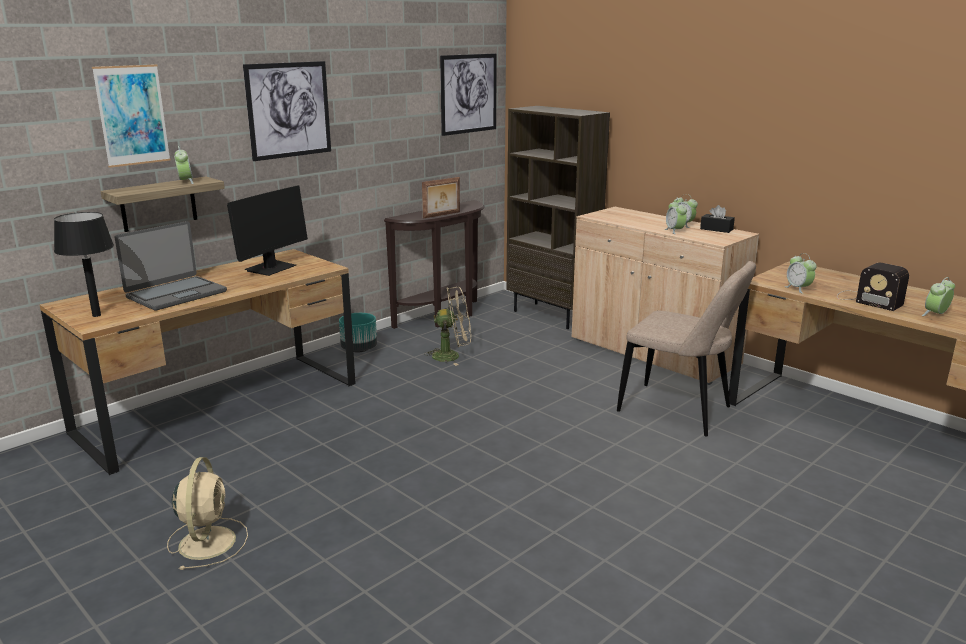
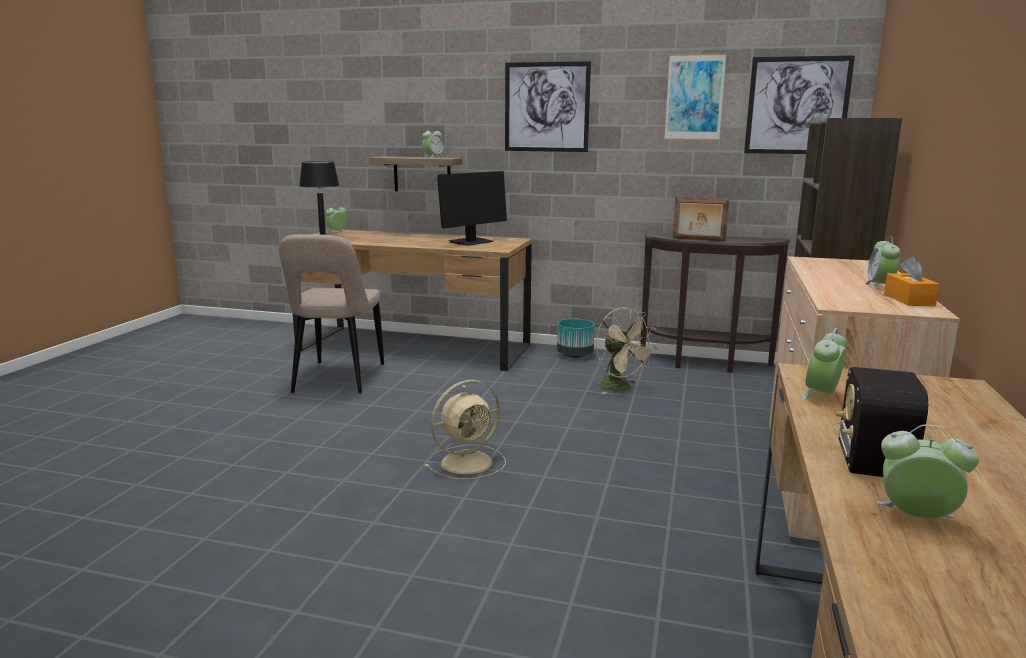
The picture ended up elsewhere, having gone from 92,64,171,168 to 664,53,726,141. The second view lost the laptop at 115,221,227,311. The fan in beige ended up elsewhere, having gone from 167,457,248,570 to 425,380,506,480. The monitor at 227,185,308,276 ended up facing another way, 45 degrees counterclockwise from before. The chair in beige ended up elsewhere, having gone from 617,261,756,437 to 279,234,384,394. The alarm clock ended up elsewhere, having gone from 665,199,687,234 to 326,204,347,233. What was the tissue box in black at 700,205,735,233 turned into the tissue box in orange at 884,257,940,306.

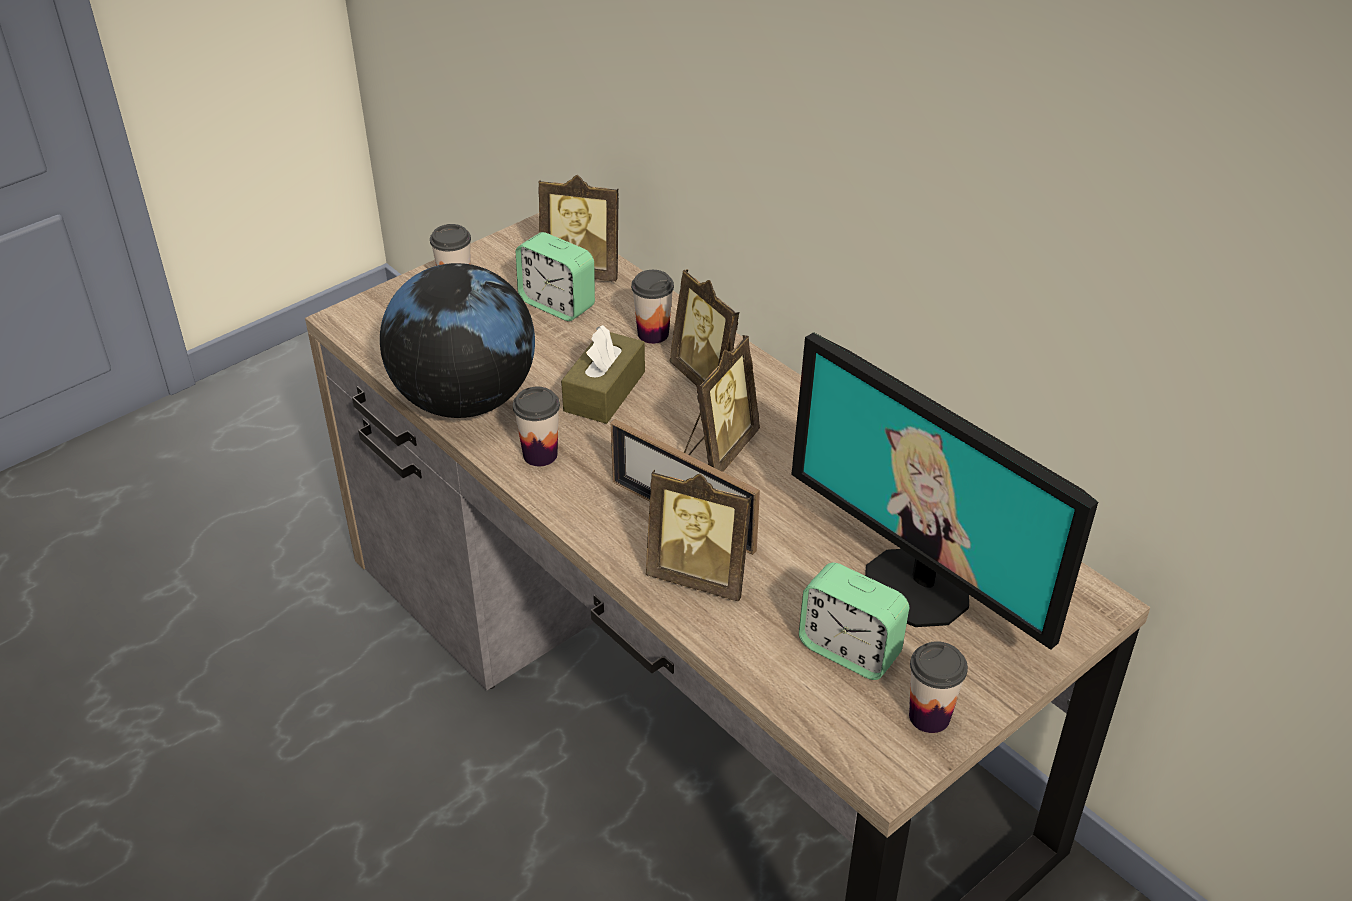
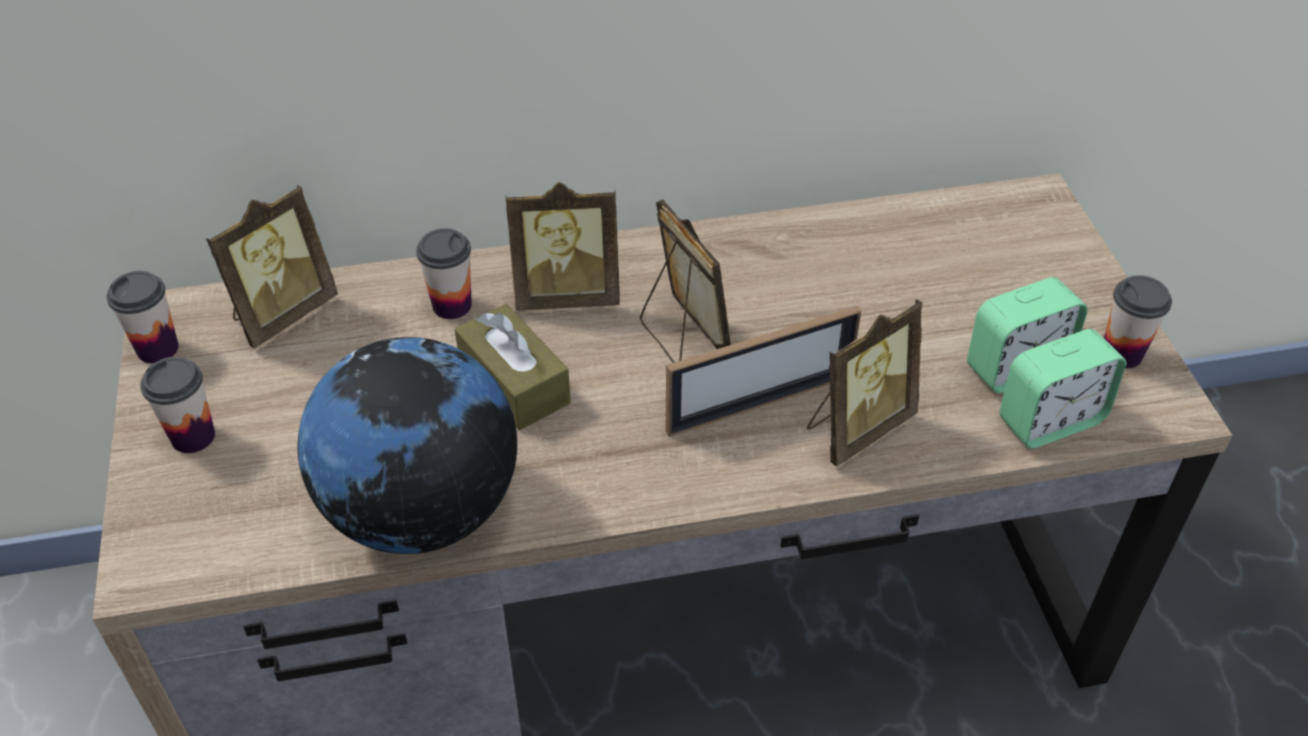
The cup ended up elsewhere, having gone from 513,387,560,466 to 107,271,179,364. The alarm clock ended up elsewhere, having gone from 516,232,595,321 to 999,329,1127,449. The second view lost the monitor at 791,332,1098,650.

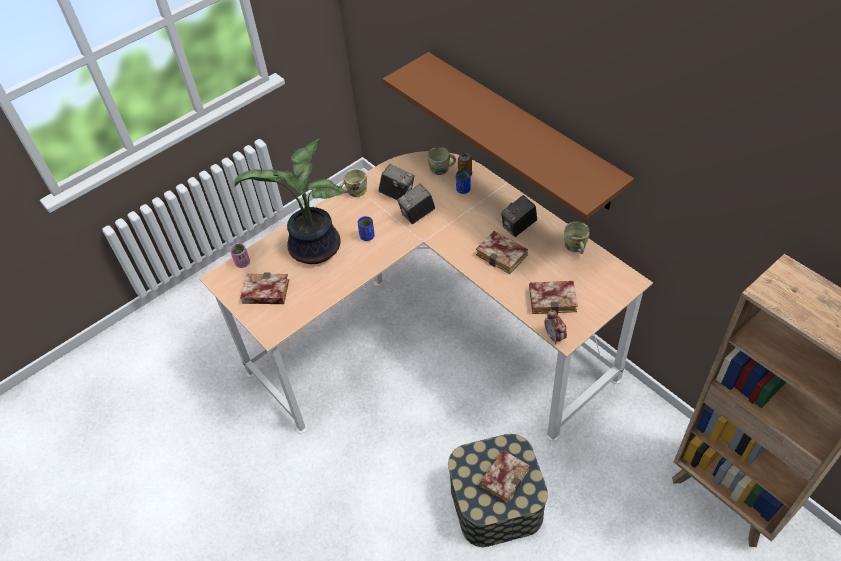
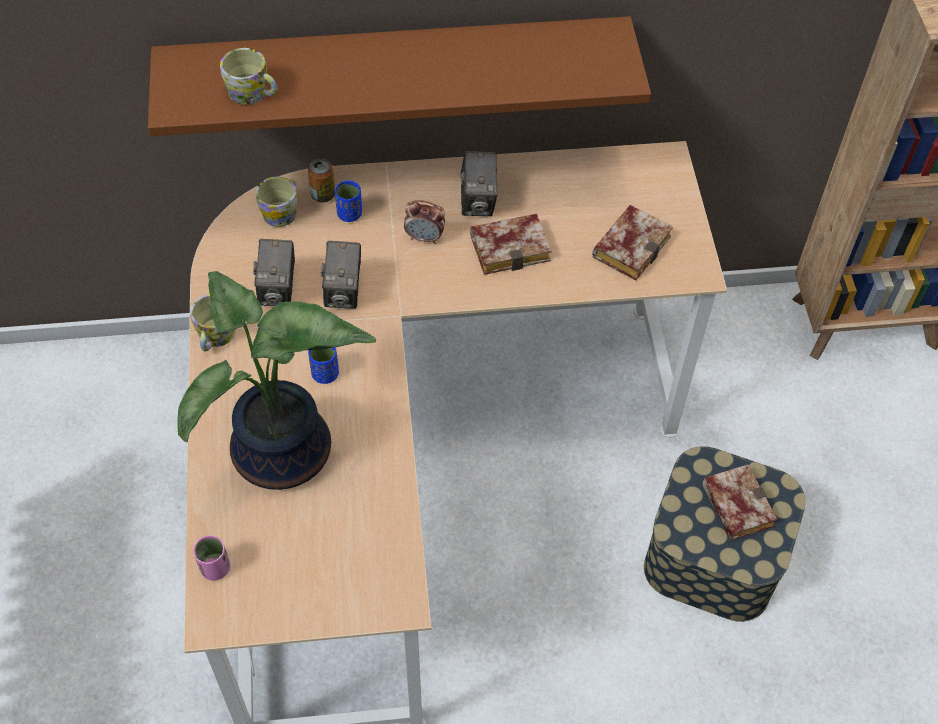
The second view lost the book at 240,272,289,304. The photo camera at 379,164,415,200 ended up facing another way, 120 degrees clockwise from before. The alarm clock ended up elsewhere, having gone from 545,310,567,344 to 404,200,445,244. The mug ended up elsewhere, having gone from 564,221,590,254 to 220,48,277,105.

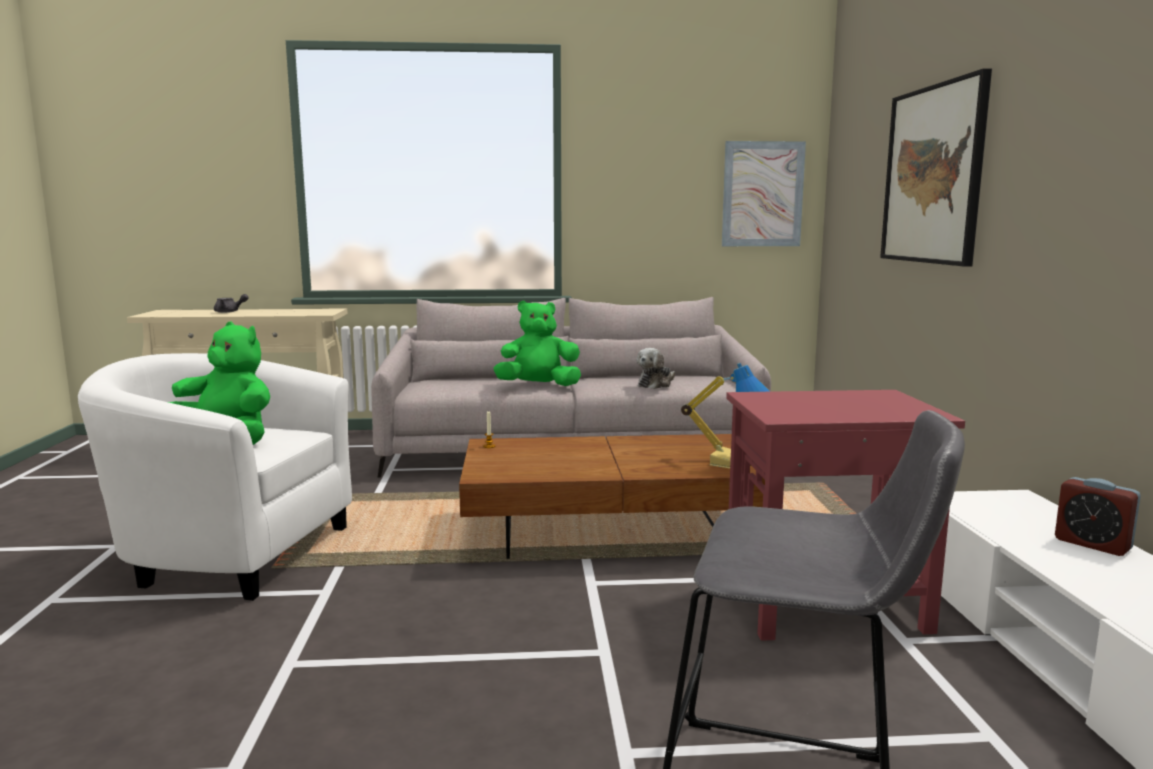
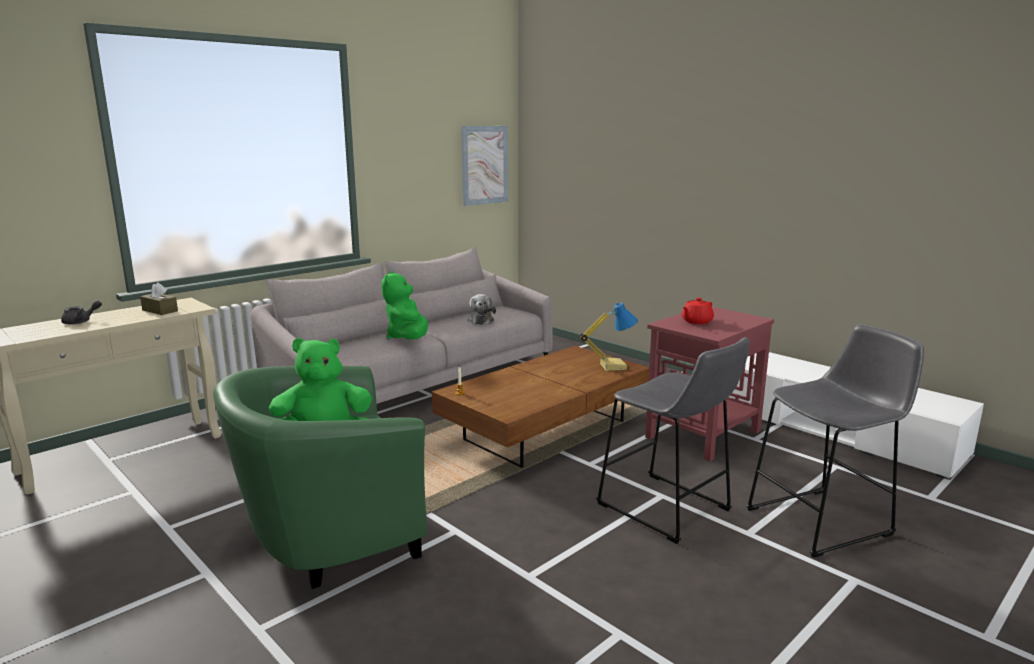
What was the armchair in white at 78,353,352,601 turned into the armchair in green at 213,366,427,589. The plush toy in green at 493,301,581,386 ended up facing another way, 45 degrees counterclockwise from before. The second view lost the picture at 880,69,992,266. The second view lost the alarm clock at 1055,477,1141,556. The second view gained the tissue box in brown at 140,282,178,315. The second view gained the stool in grey at 596,337,750,544. The second view gained the teapot in red at 682,298,714,324.

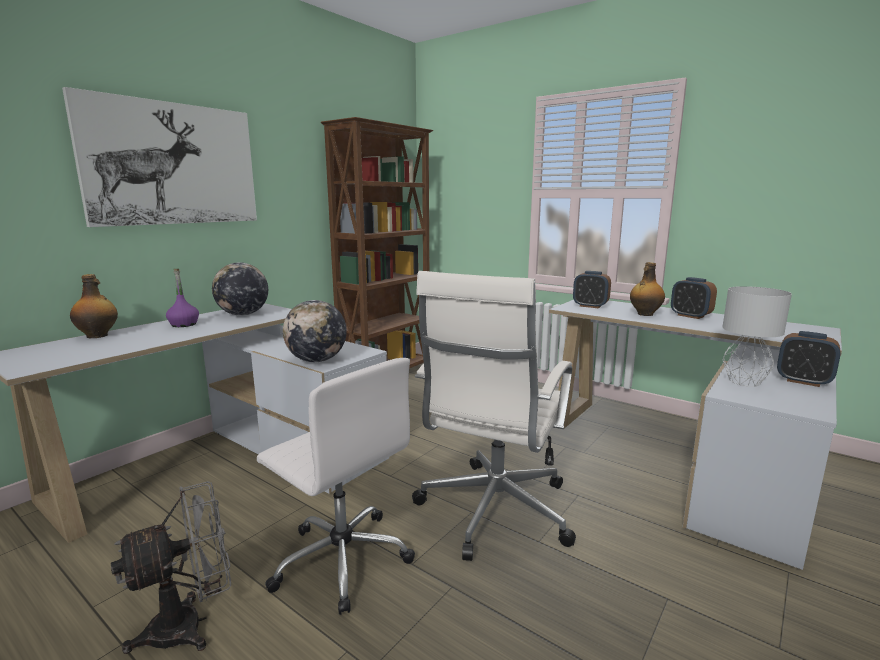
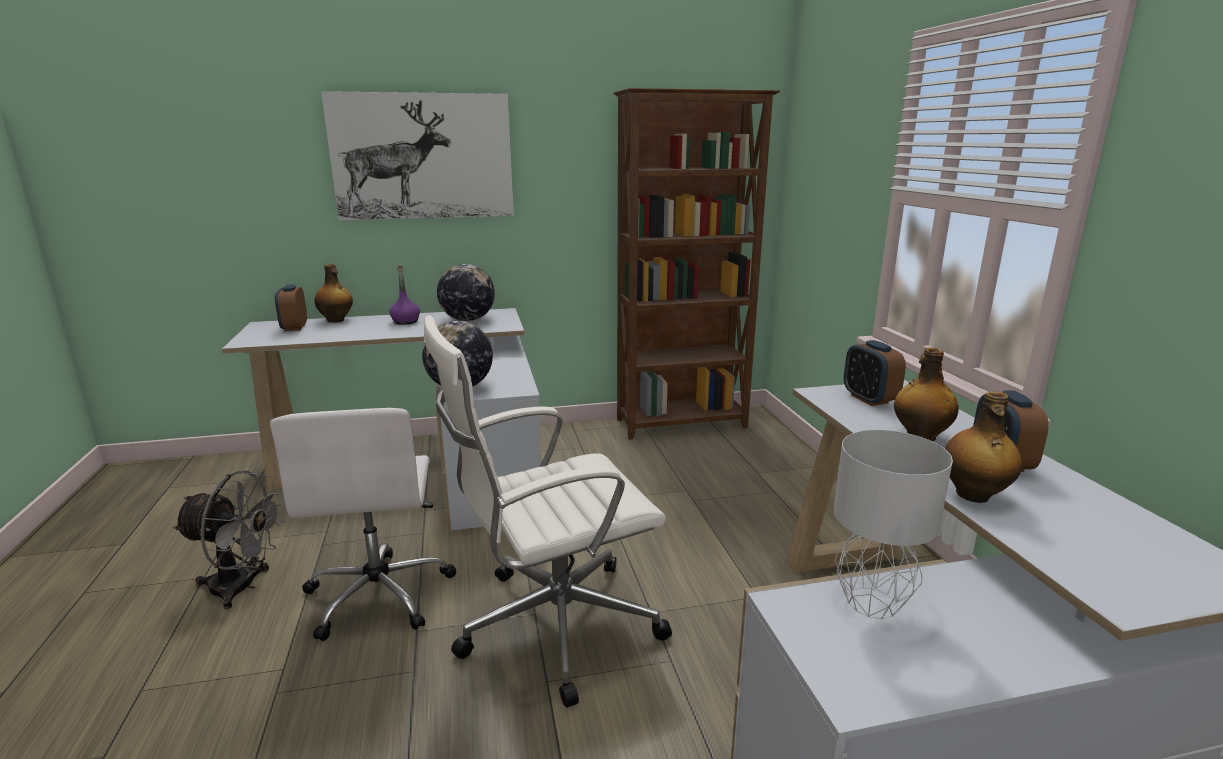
The alarm clock ended up elsewhere, having gone from 777,331,840,387 to 275,284,307,331. The second view gained the bottle at 945,391,1022,503.

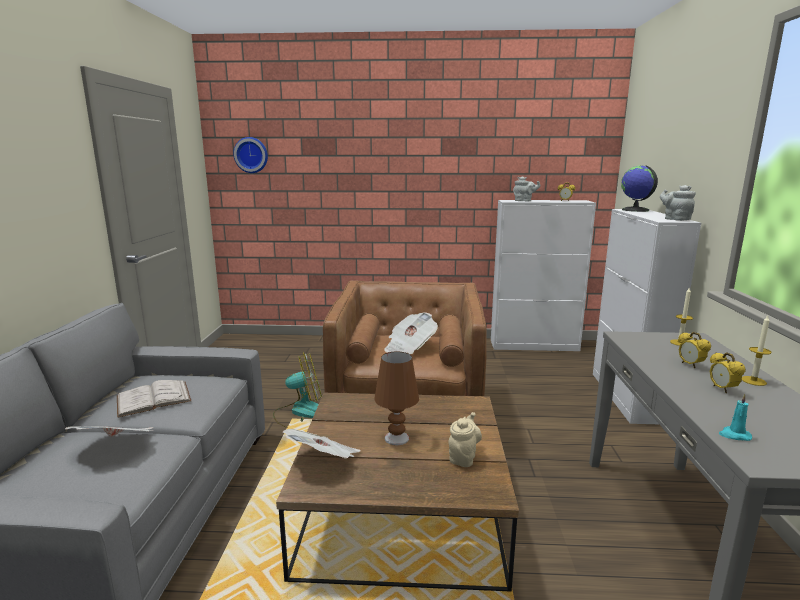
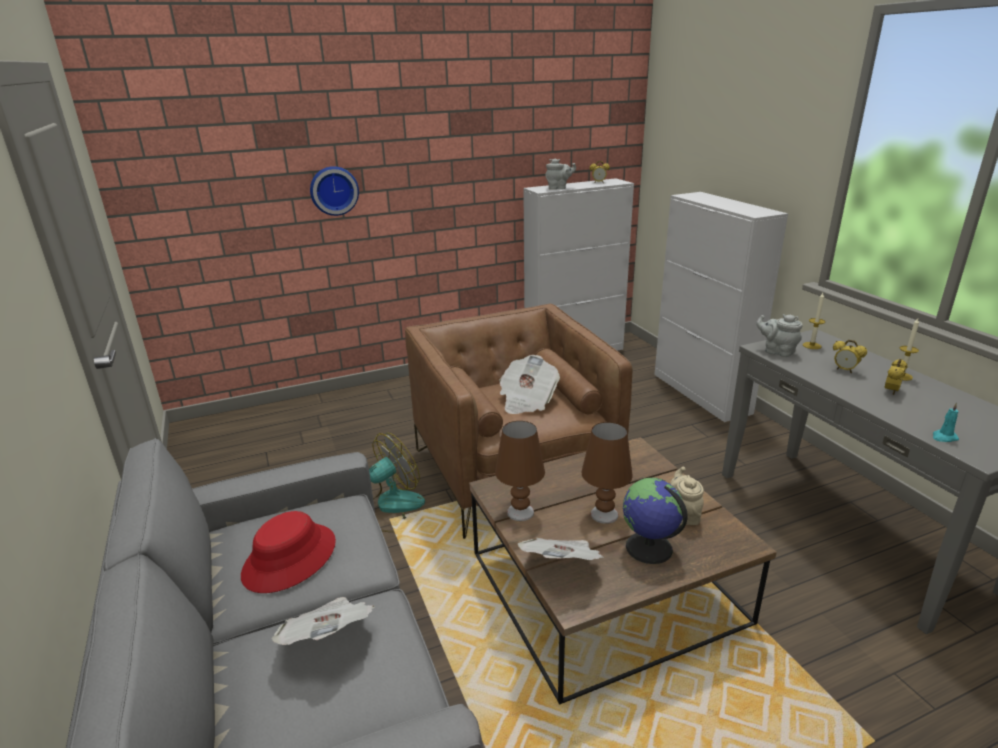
Where the book in white stood at 117,380,191,418, the hat in red came to stand at 241,511,336,593. The wall clock ended up elsewhere, having gone from 233,137,268,173 to 310,166,359,216. The globe ended up elsewhere, having gone from 621,165,658,212 to 623,478,688,564. The teapot in grey ended up elsewhere, having gone from 660,185,696,221 to 756,314,803,357. The alarm clock at 709,352,746,393 ended up facing another way, 105 degrees counterclockwise from before. The second view gained the table lamp in brown at 495,421,545,521.

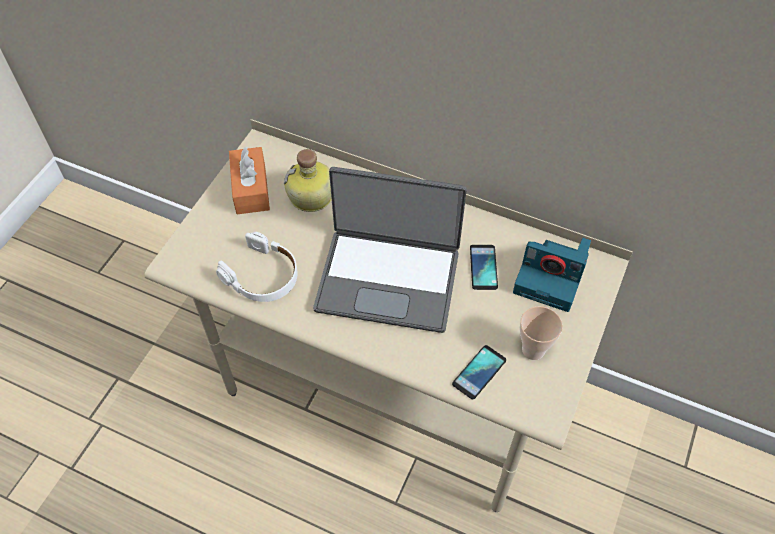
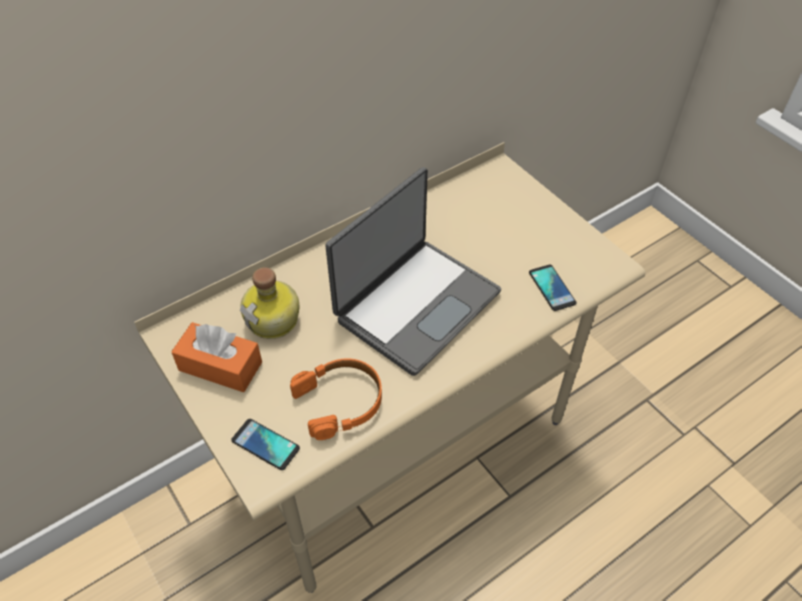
What was the headphones in white at 216,232,298,302 turned into the headphones in orange at 290,358,382,440. The phone ended up elsewhere, having gone from 470,245,498,290 to 231,419,300,470. The second view lost the photo camera at 513,238,591,312. The second view lost the cup at 520,306,563,360.

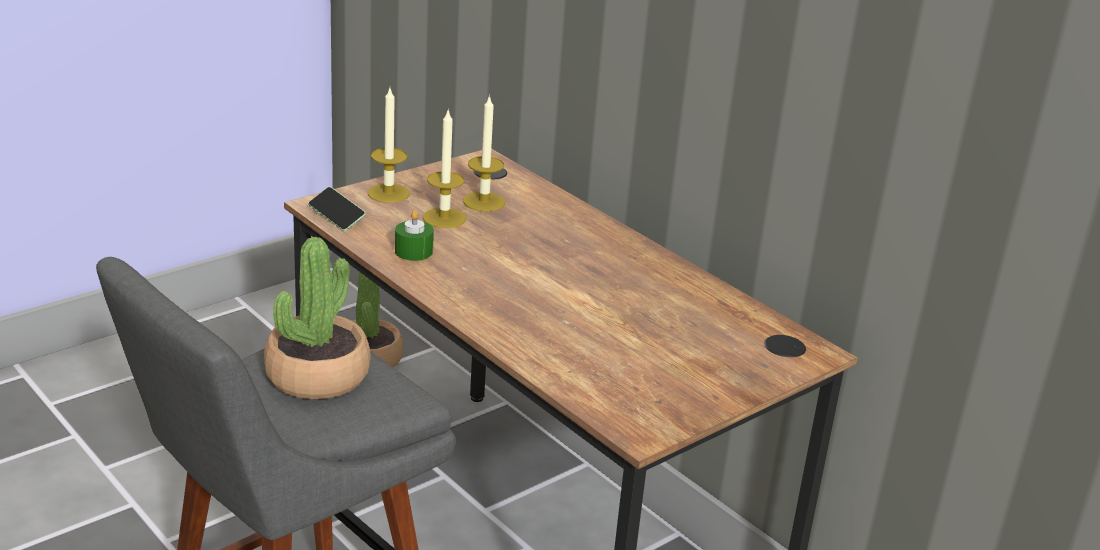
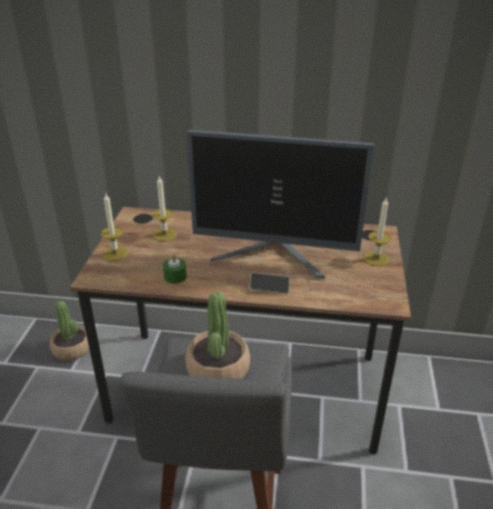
The phone ended up elsewhere, having gone from 308,187,366,231 to 249,273,290,294. The candle ended up elsewhere, having gone from 423,111,466,228 to 364,198,391,266. The second view gained the monitor at 187,130,374,279.

